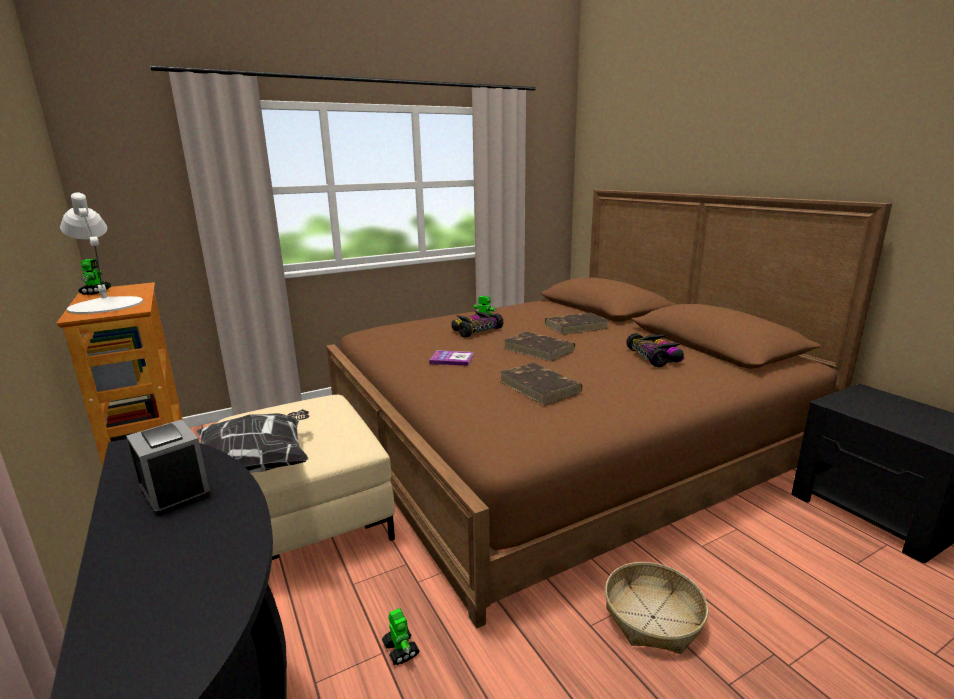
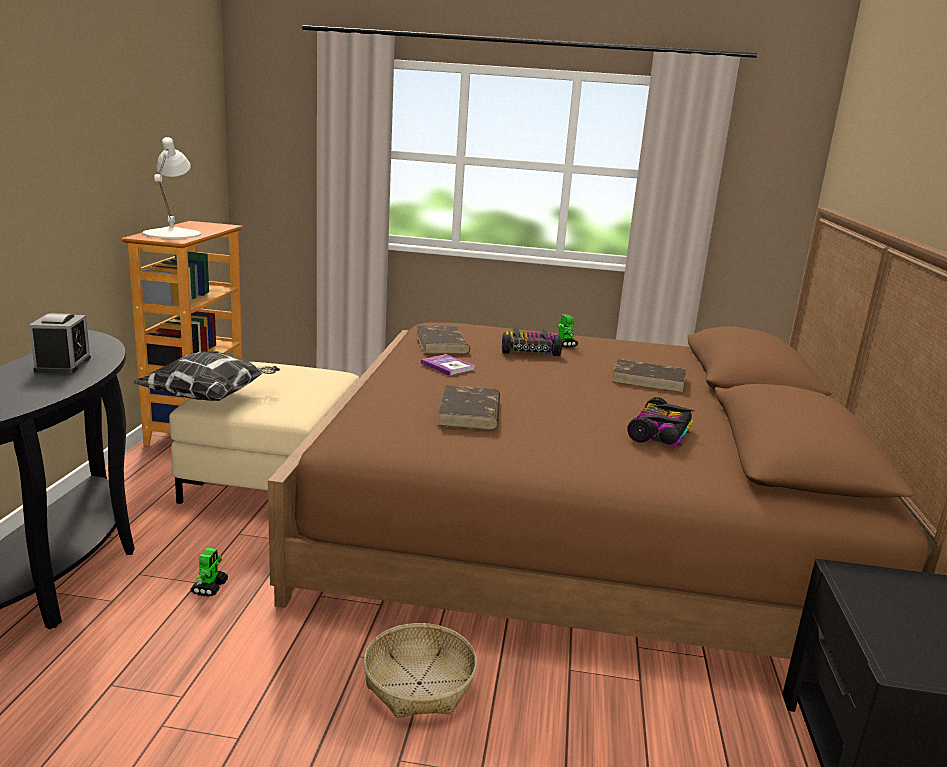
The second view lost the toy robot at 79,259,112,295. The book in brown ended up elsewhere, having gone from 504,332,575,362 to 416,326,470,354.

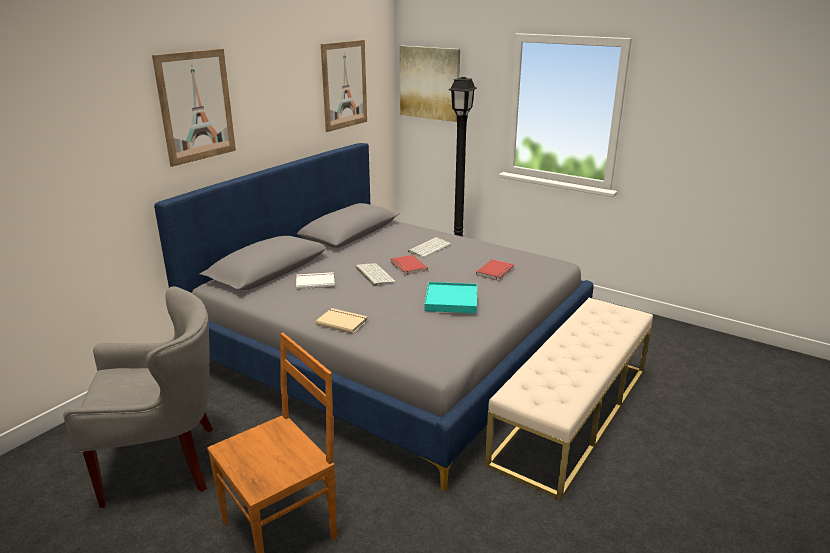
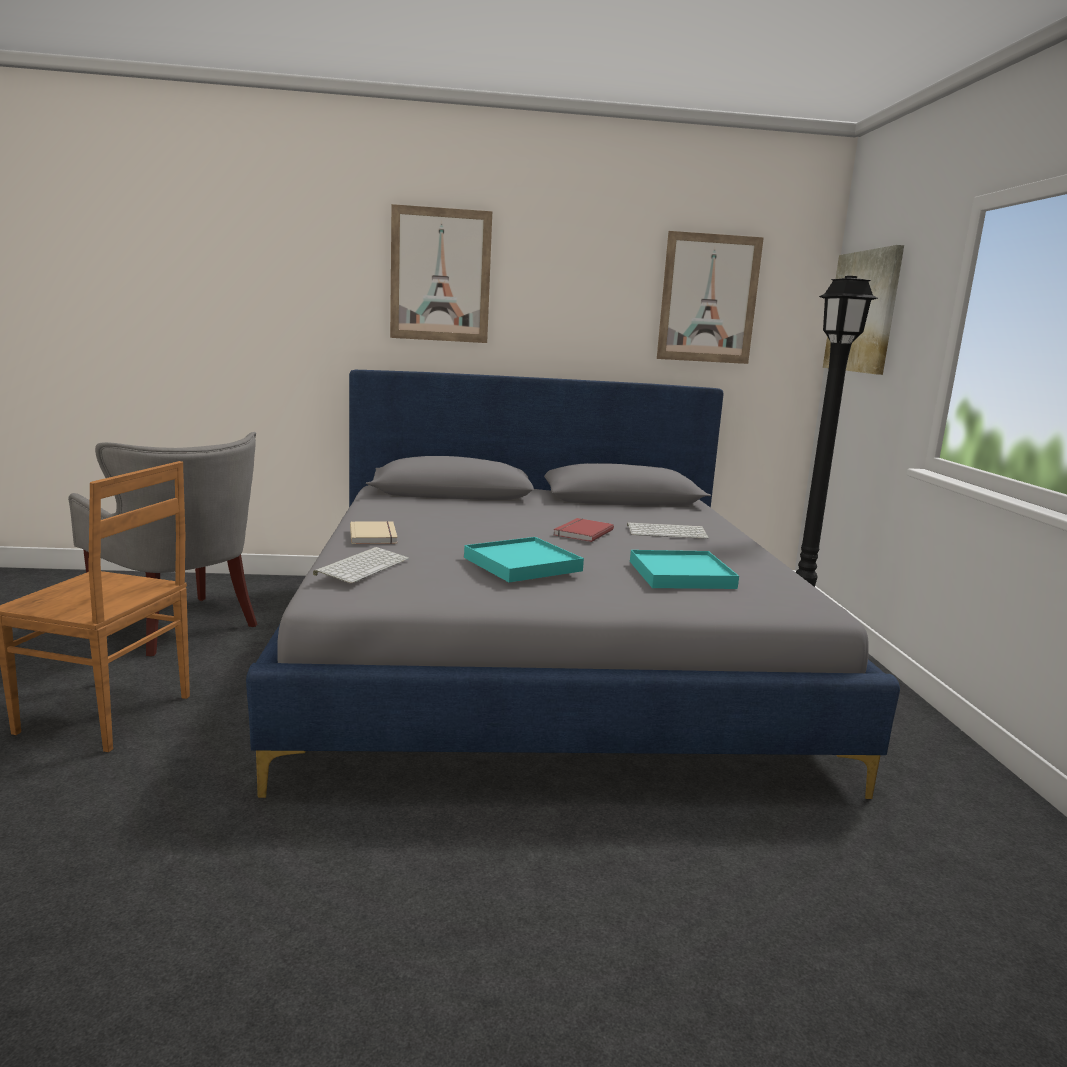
The second view lost the book in white at 296,272,335,289. The keyboard ended up elsewhere, having gone from 356,263,396,286 to 313,547,409,584. Where the book in red stood at 476,259,515,281, the tray in turquoise came to stand at 630,550,739,589. The second view lost the bench in beige at 485,298,653,500.

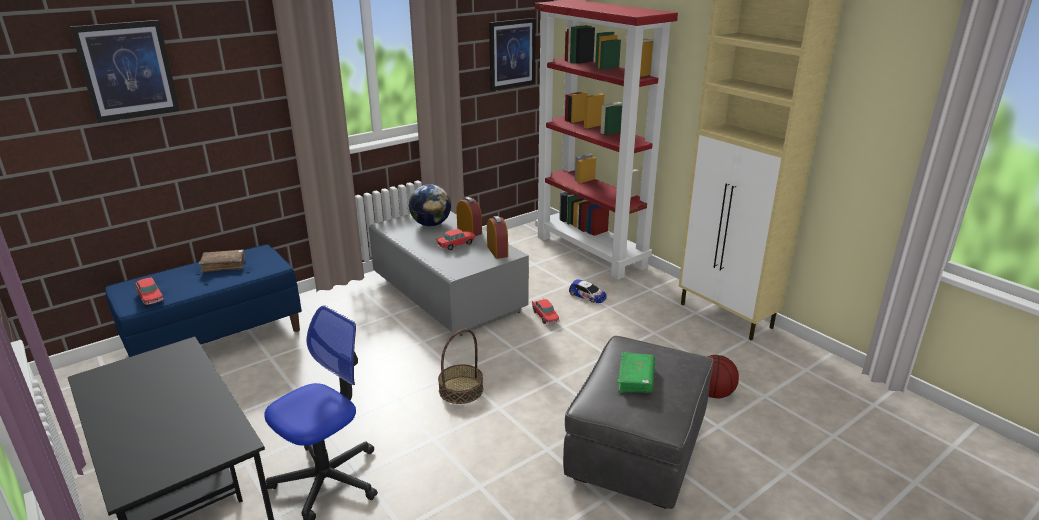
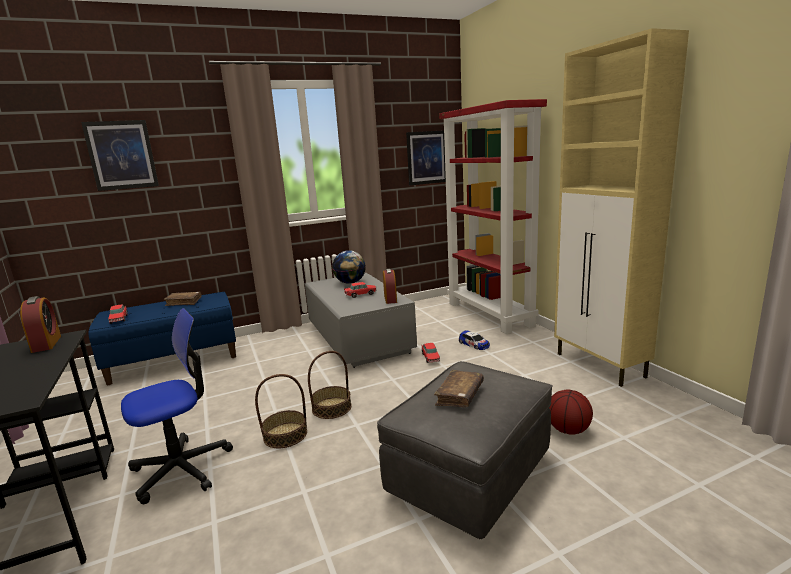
The alarm clock ended up elsewhere, having gone from 456,197,482,236 to 20,296,61,353. What was the book in green at 617,352,655,393 turned into the book in brown at 434,370,484,407. The second view gained the basket at 255,374,307,448.

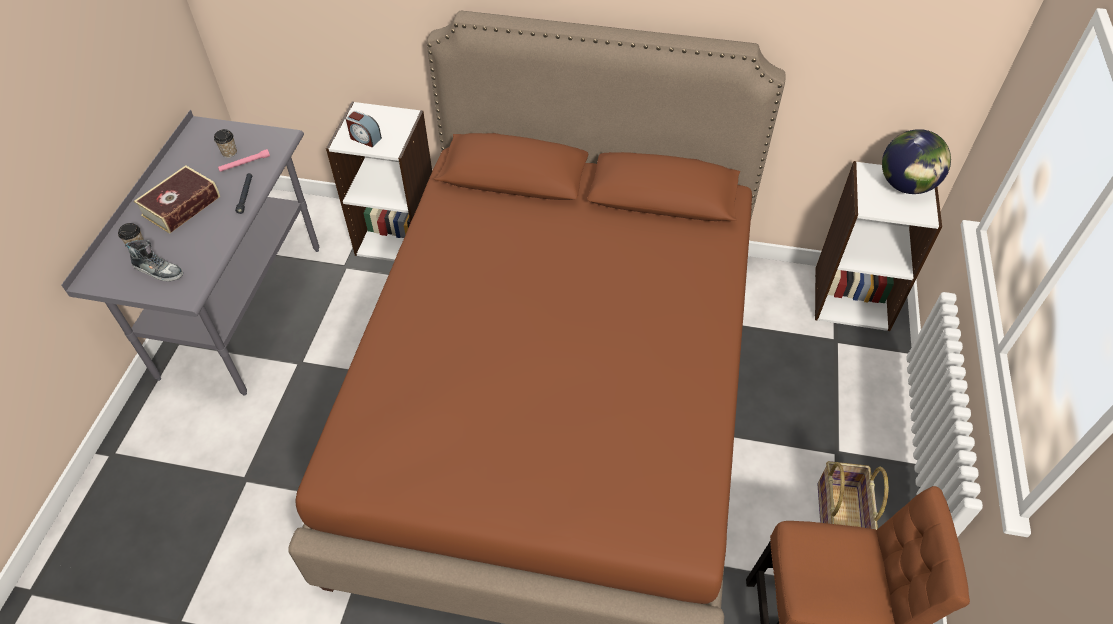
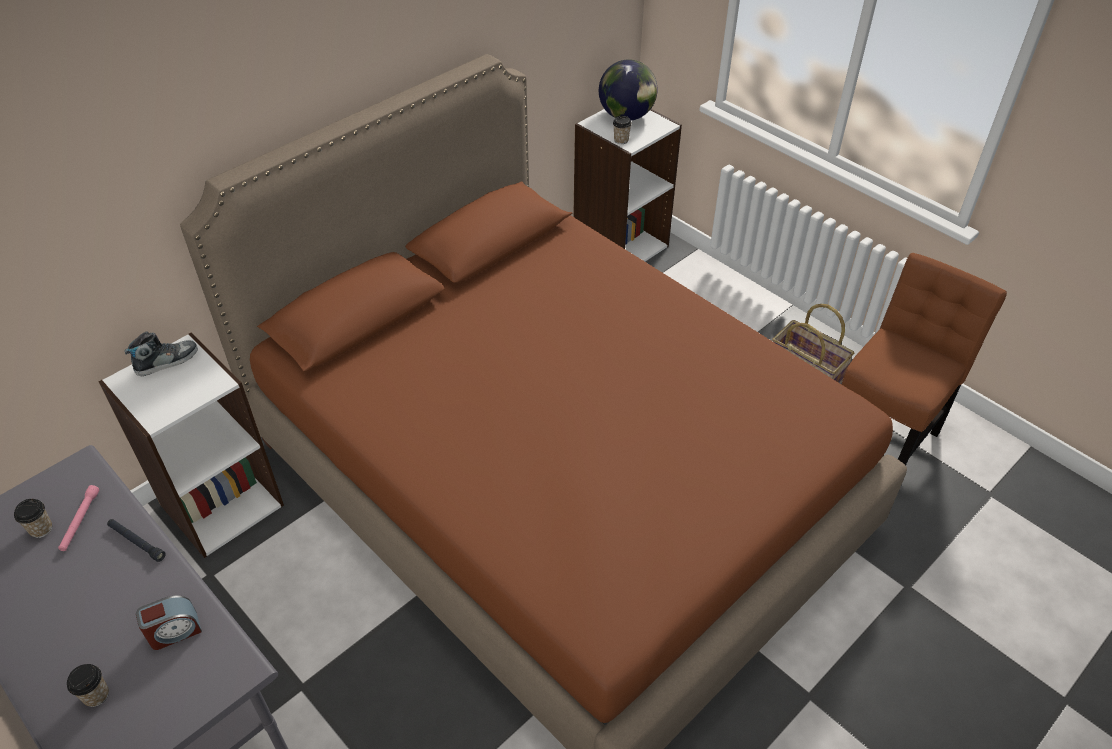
The shoe ended up elsewhere, having gone from 125,240,183,281 to 125,331,198,376. The second view lost the book at 134,165,220,234. The alarm clock ended up elsewhere, having gone from 346,111,382,147 to 136,595,202,650. The second view gained the cup at 613,116,632,144.

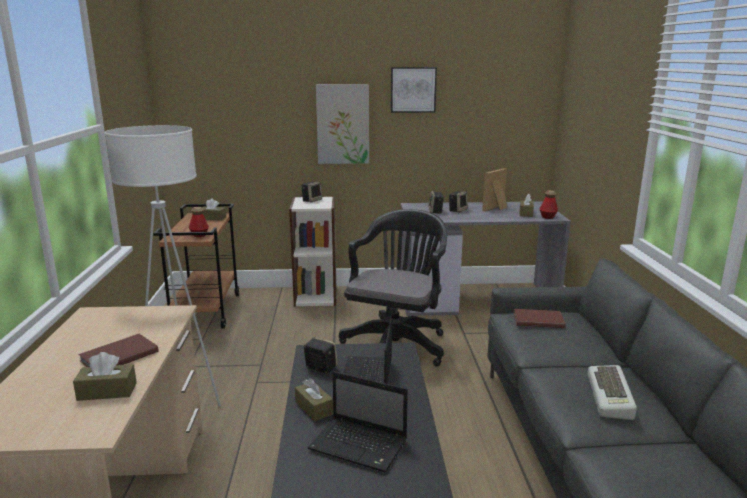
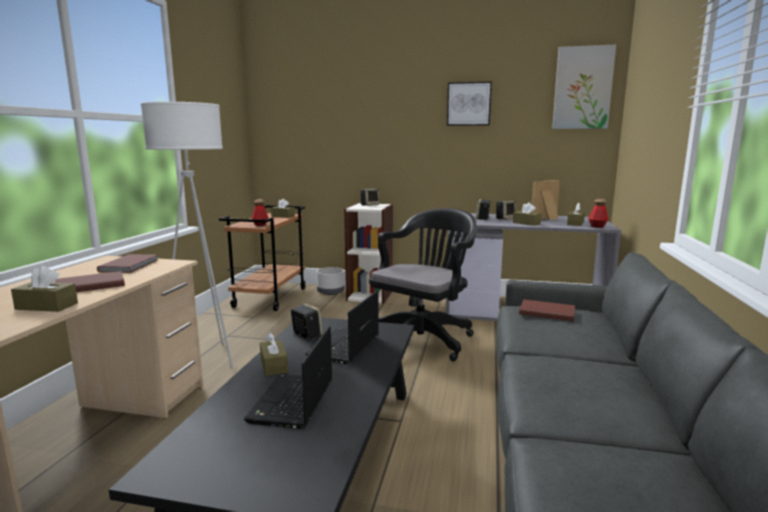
The laptop at 308,371,408,472 ended up facing another way, 60 degrees clockwise from before. The picture ended up elsewhere, having gone from 316,84,369,164 to 552,45,616,129. The second view lost the keyboard at 588,365,637,420. The second view gained the book in brown at 97,254,158,273. The second view gained the planter in grey at 316,267,345,295. The second view gained the tissue box in brown at 513,202,541,226.

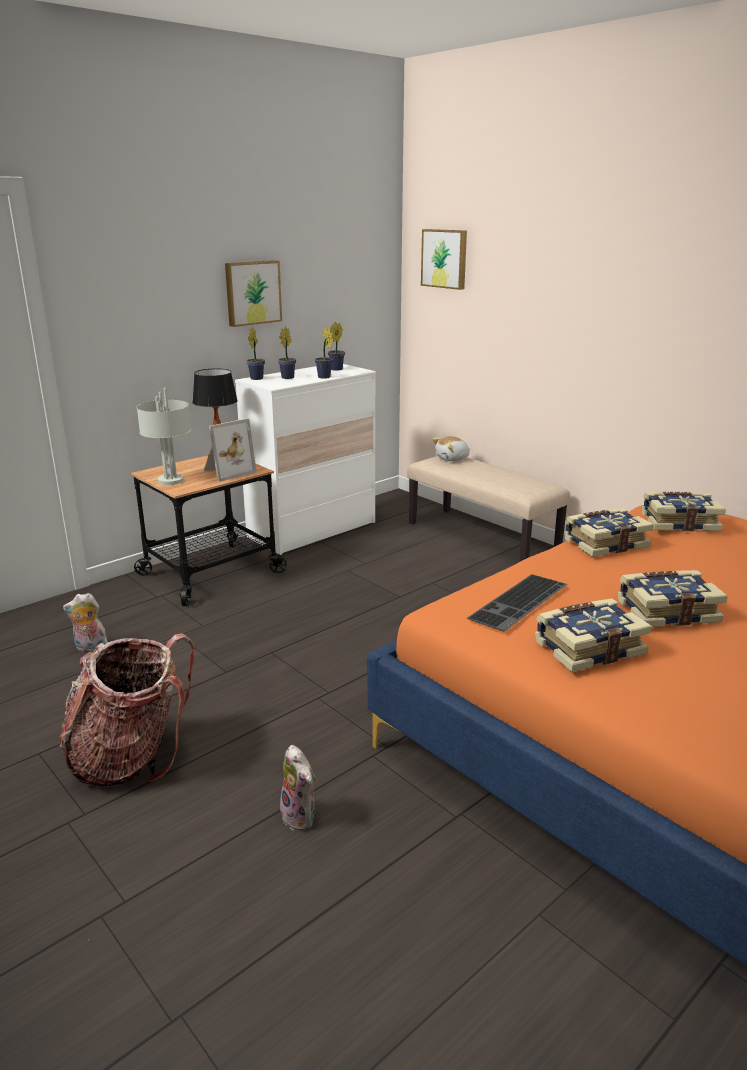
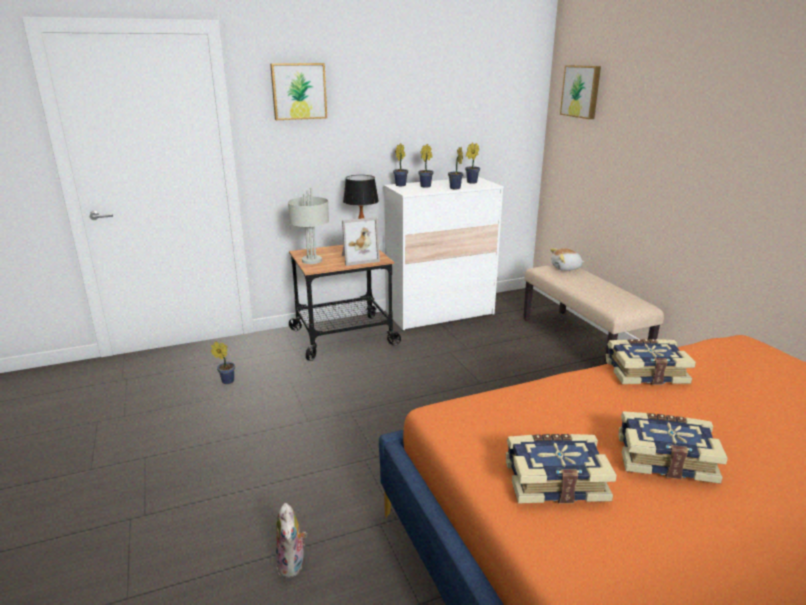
The second view lost the backpack at 59,633,195,789. Where the plush toy stood at 63,593,108,651, the potted plant came to stand at 211,341,235,384. The picture ended up elsewhere, having gone from 225,260,282,327 to 270,63,327,120. The second view lost the keyboard at 467,574,567,632. The second view lost the book at 642,492,726,531.

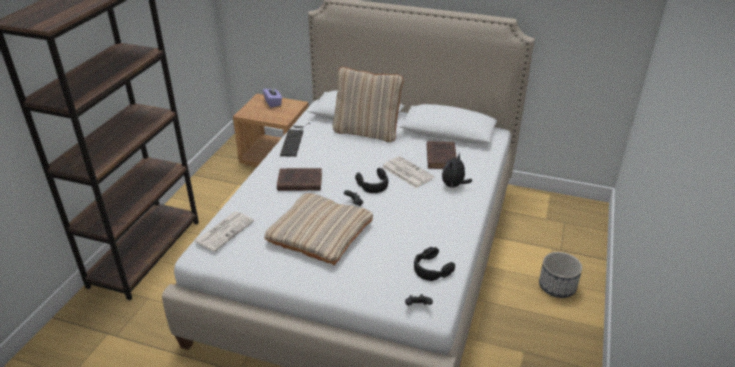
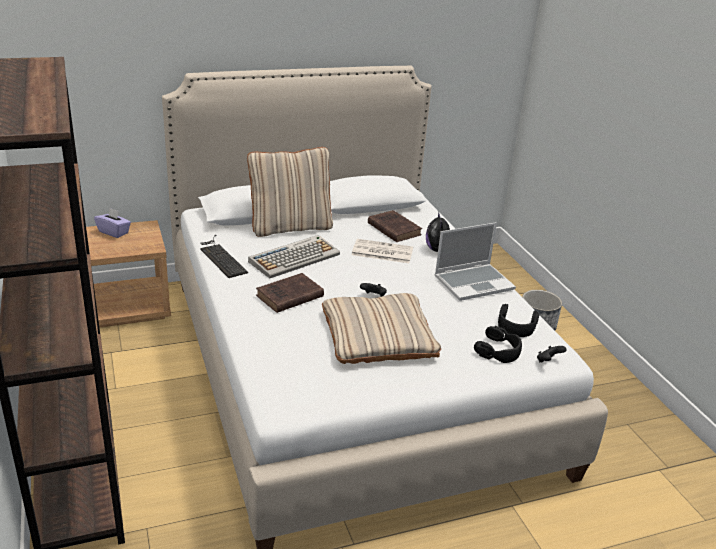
The second view lost the newspaper at 194,211,254,252. The headphones in black ended up elsewhere, having gone from 355,168,388,193 to 474,326,522,363. The second view gained the keyboard at 248,235,340,278. The second view gained the laptop at 435,222,516,301.

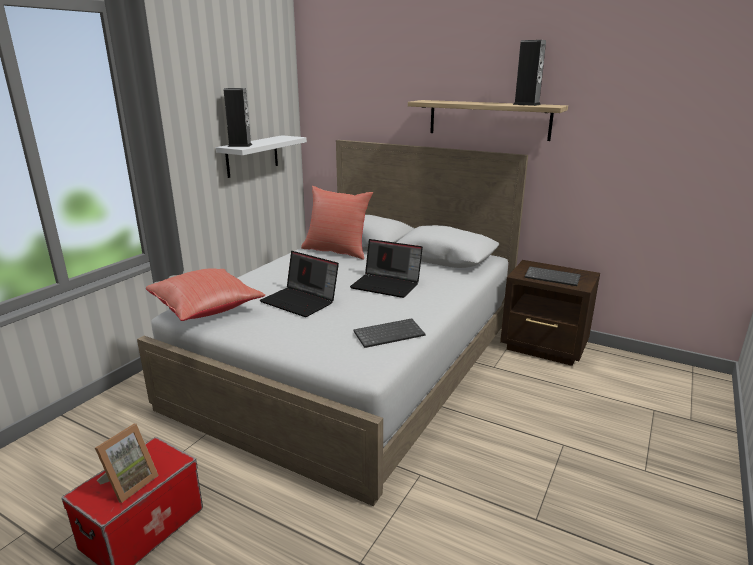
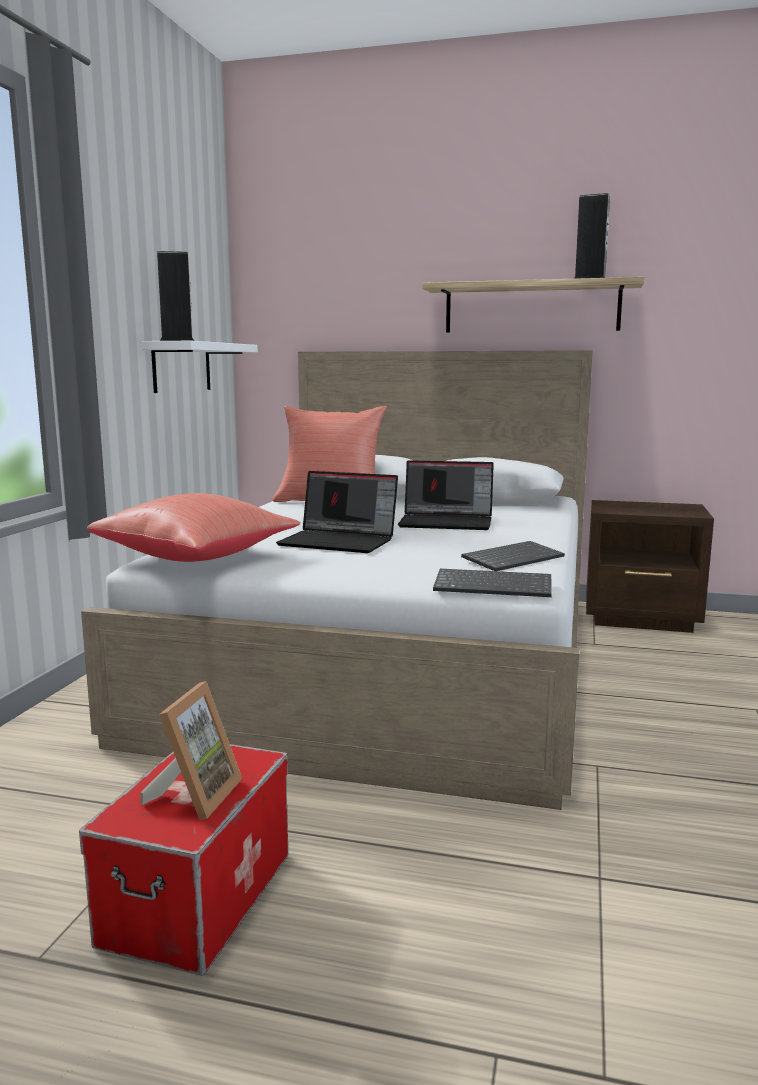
The keyboard ended up elsewhere, having gone from 524,267,581,286 to 433,569,552,597.

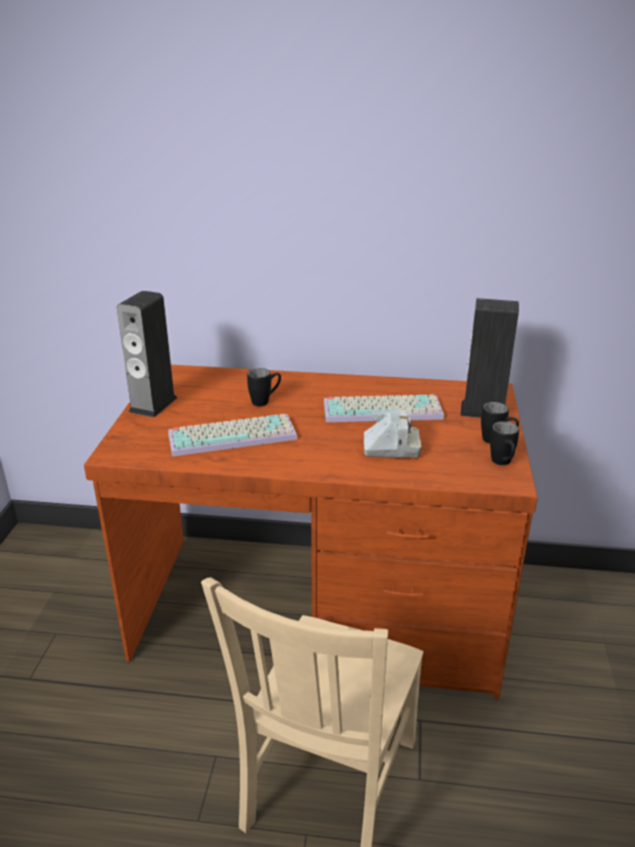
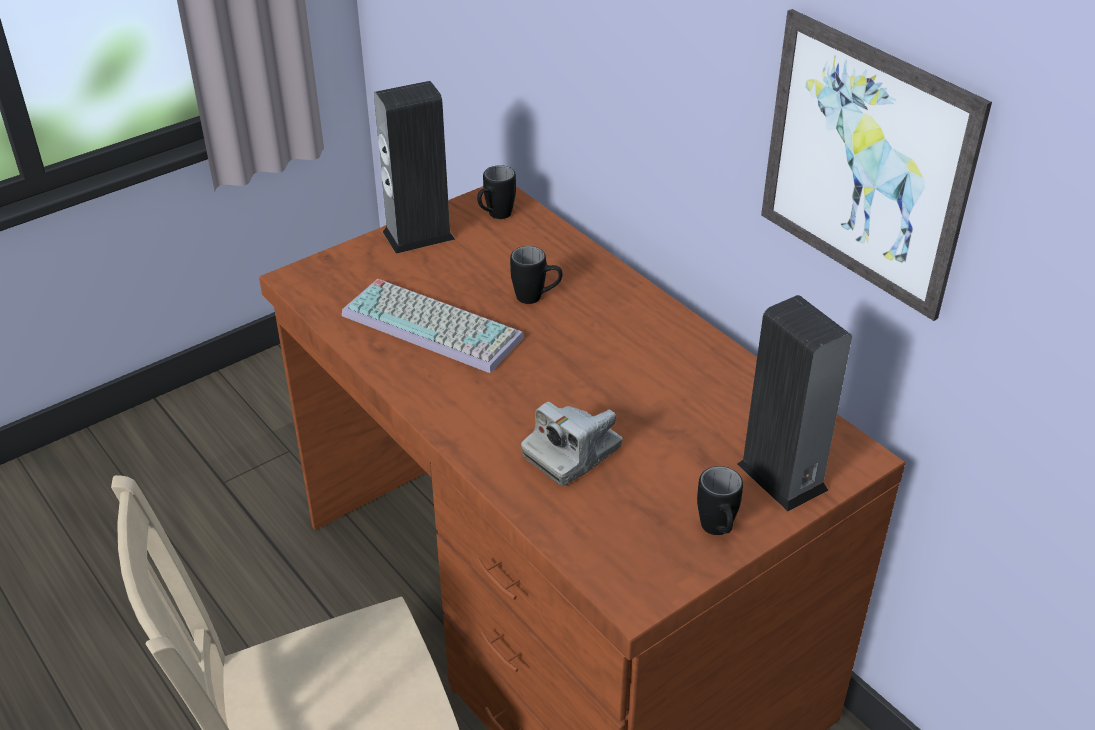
The second view lost the keyboard at 324,395,444,422. The photo camera at 364,409,422,458 ended up facing another way, 90 degrees clockwise from before. The mug in black ended up elsewhere, having gone from 490,421,519,465 to 477,165,516,219. The second view gained the picture at 761,9,992,321.

